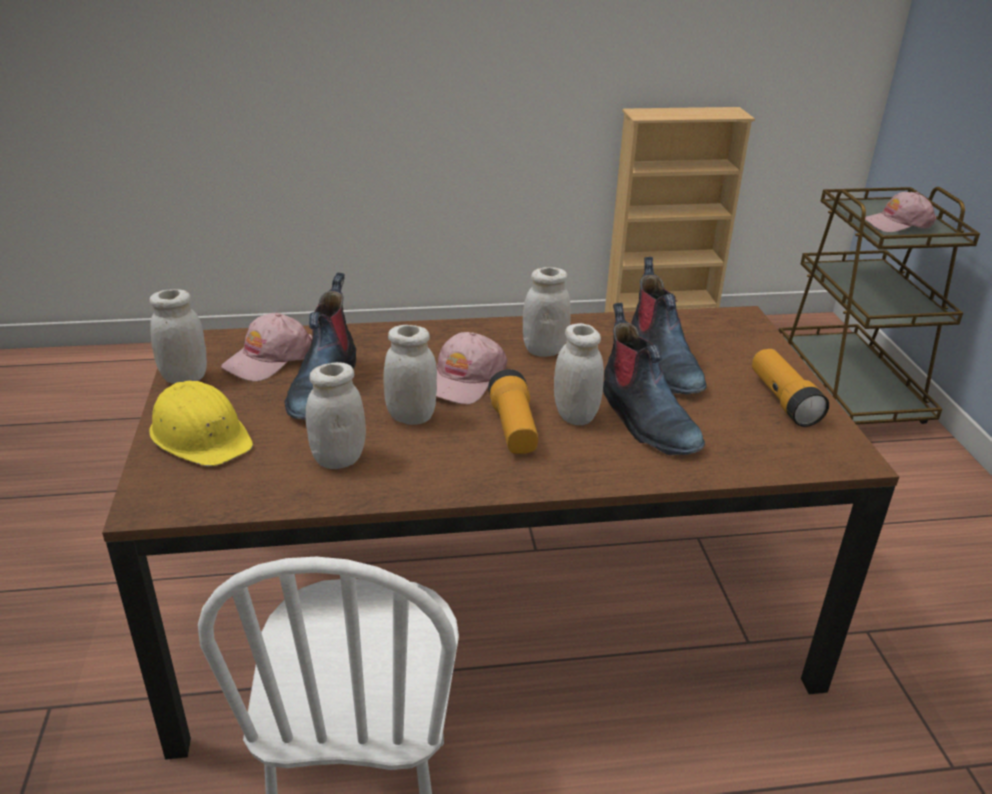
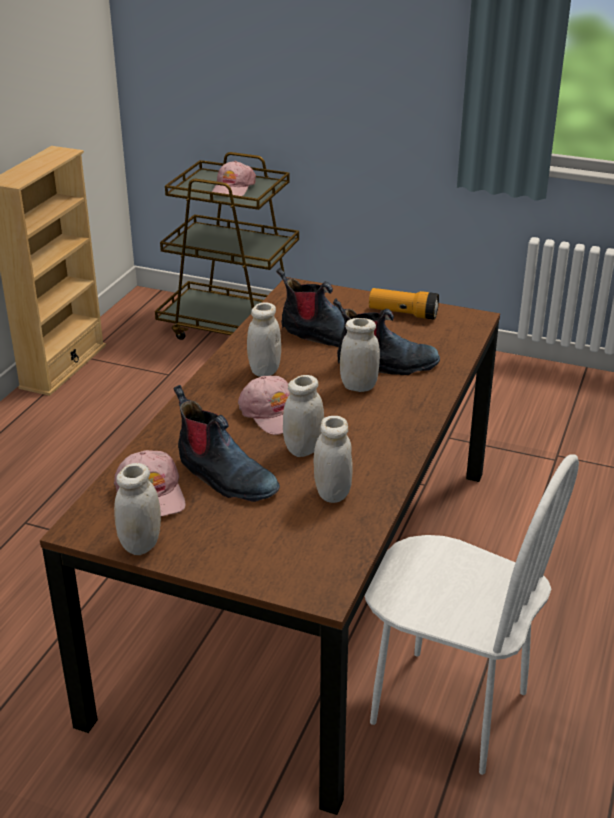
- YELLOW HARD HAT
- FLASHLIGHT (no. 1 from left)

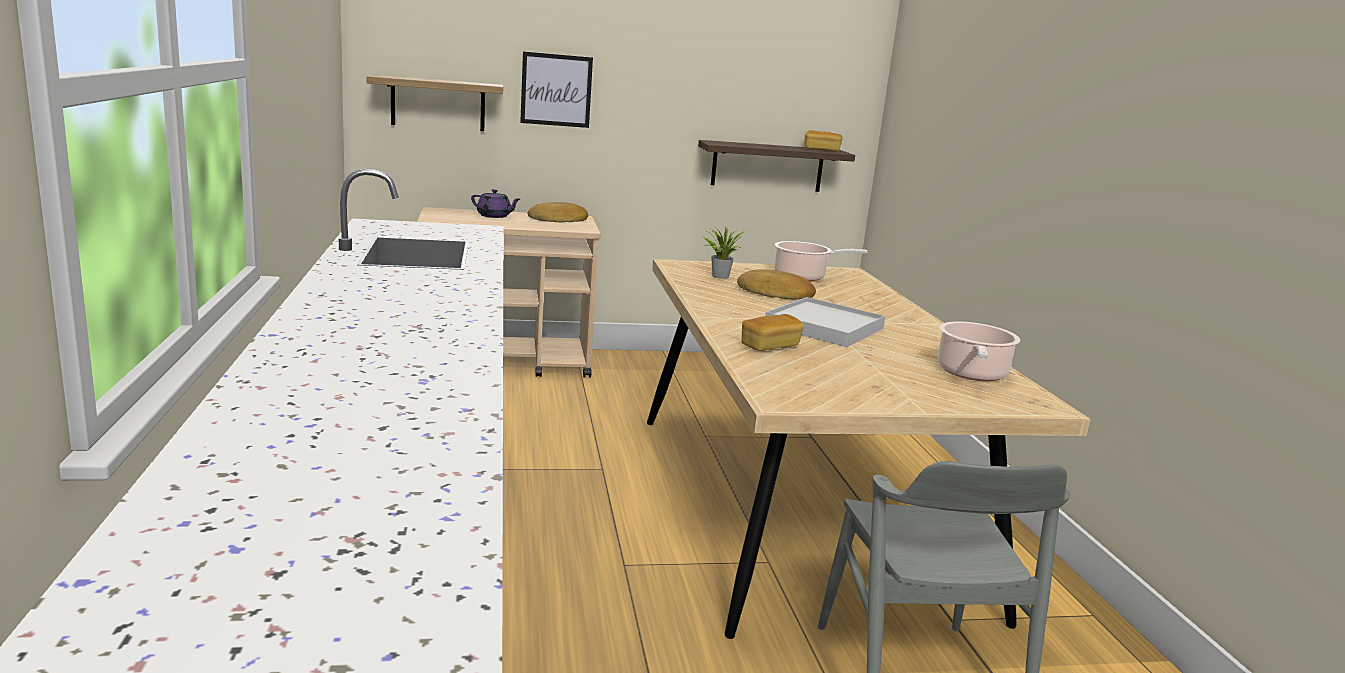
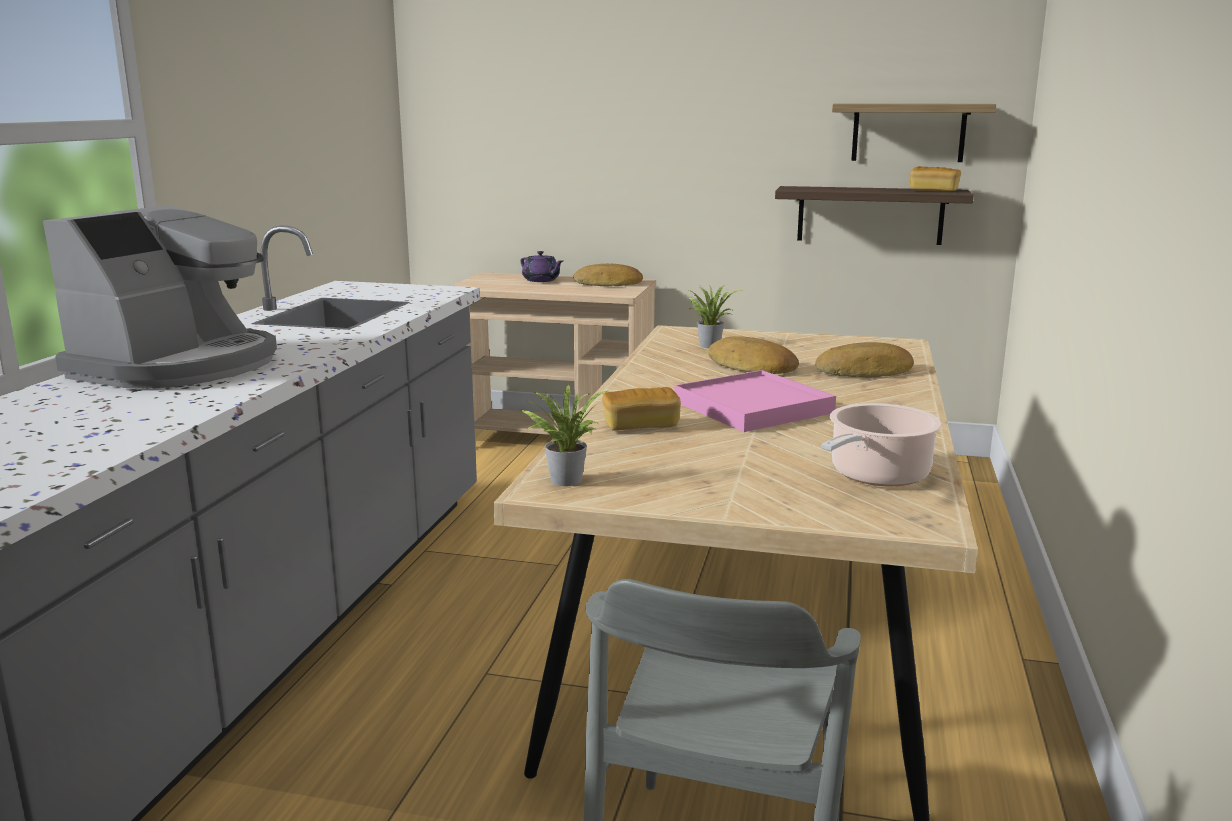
~ SHELF (no. 1 from left in the first image) to SHELF (no. 2 from left)
- PICTURE
~ WHITE TRAY to PINK TRAY
- COOKING POT (no. 1 from left)
+ COFFEE MACHINE
+ POTTED PLANT (no. 1 from left)
+ BREAD (no. 4 from left)

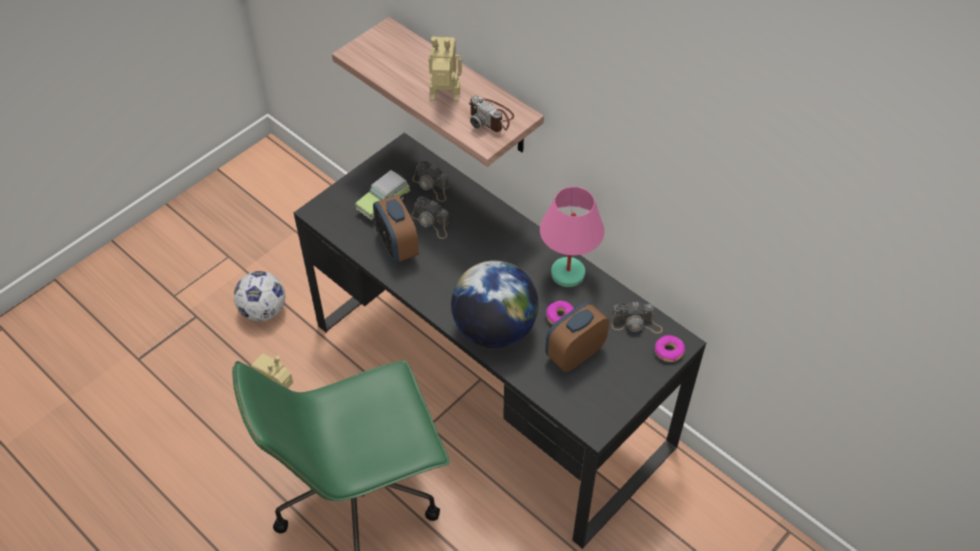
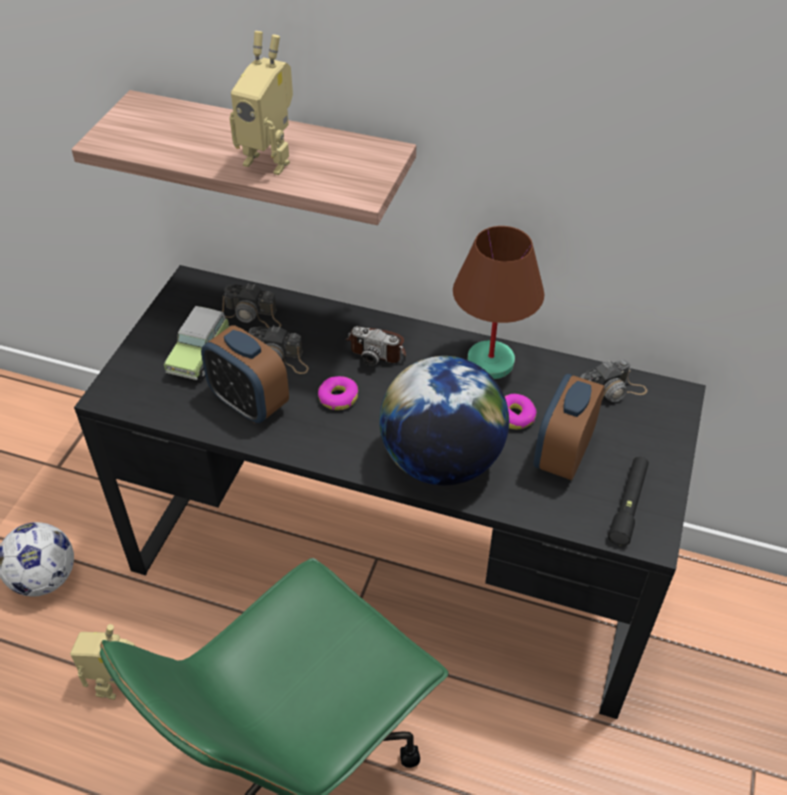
~ TOY ROBOT (no. 2 from left) 135 degrees counterclockwise
~ PHOTO CAMERA (no. 3 from left)
~ PINK TABLE LAMP to BROWN TABLE LAMP
~ DONUT (no. 2 from left in the first image) to DONUT (no. 1 from left)
+ BLACK FLASHLIGHT

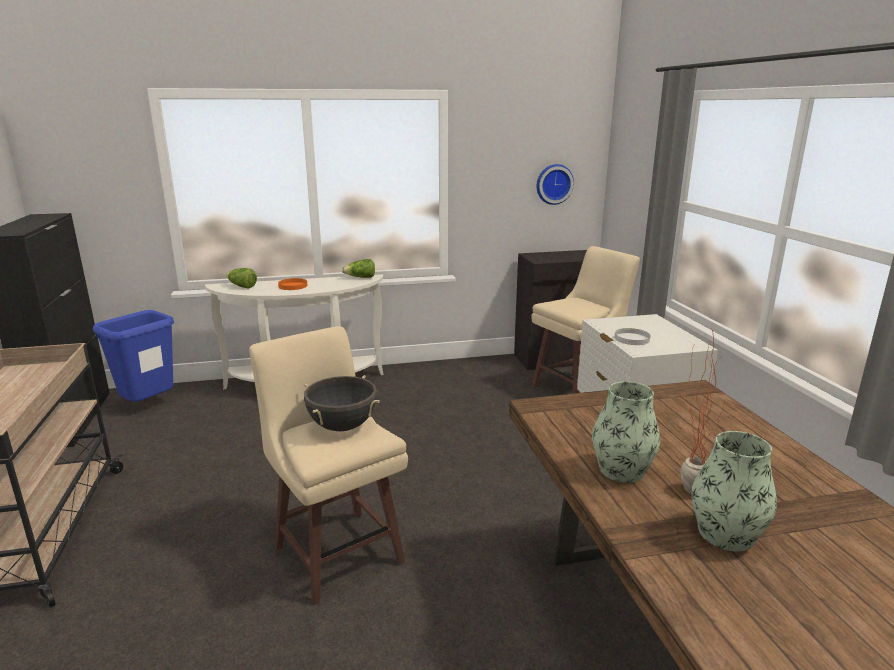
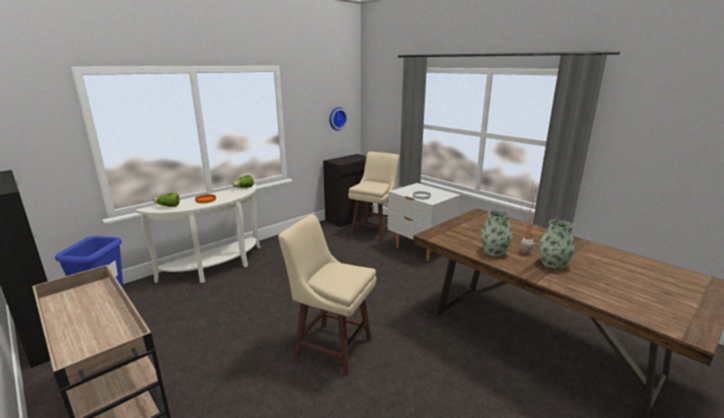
- BLACK COOKING POT

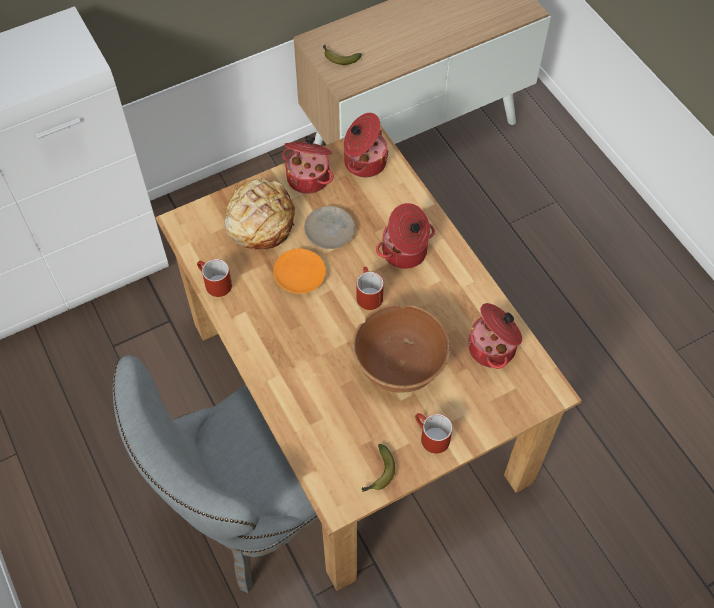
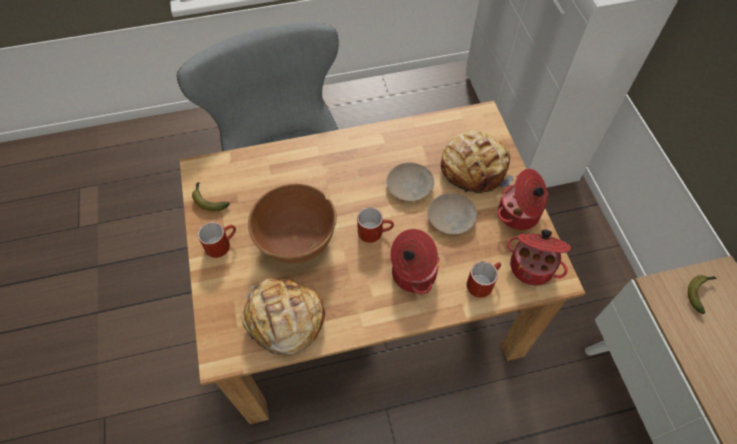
~ RED MUG (no. 1 from left in the first image) to RED MUG (no. 3 from left)
~ ORANGE PLATE to BEIGE PLATE (no. 1 from left)
~ COOKING POT (no. 4 from left) to BREAD (no. 1 from left)

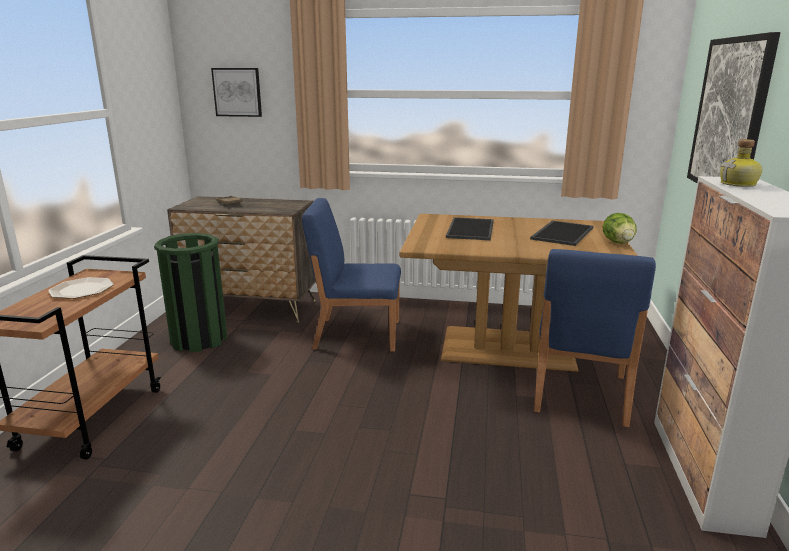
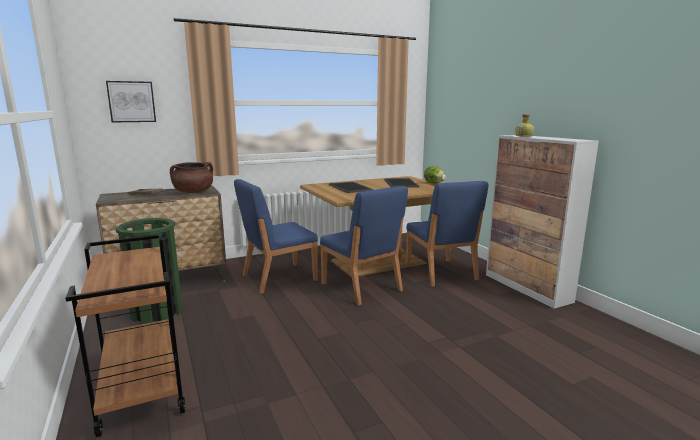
- PLATE
- PICTURE (no. 2 from left)
+ BROWN COOKING POT
+ BLUE CHAIR (no. 2 from left)

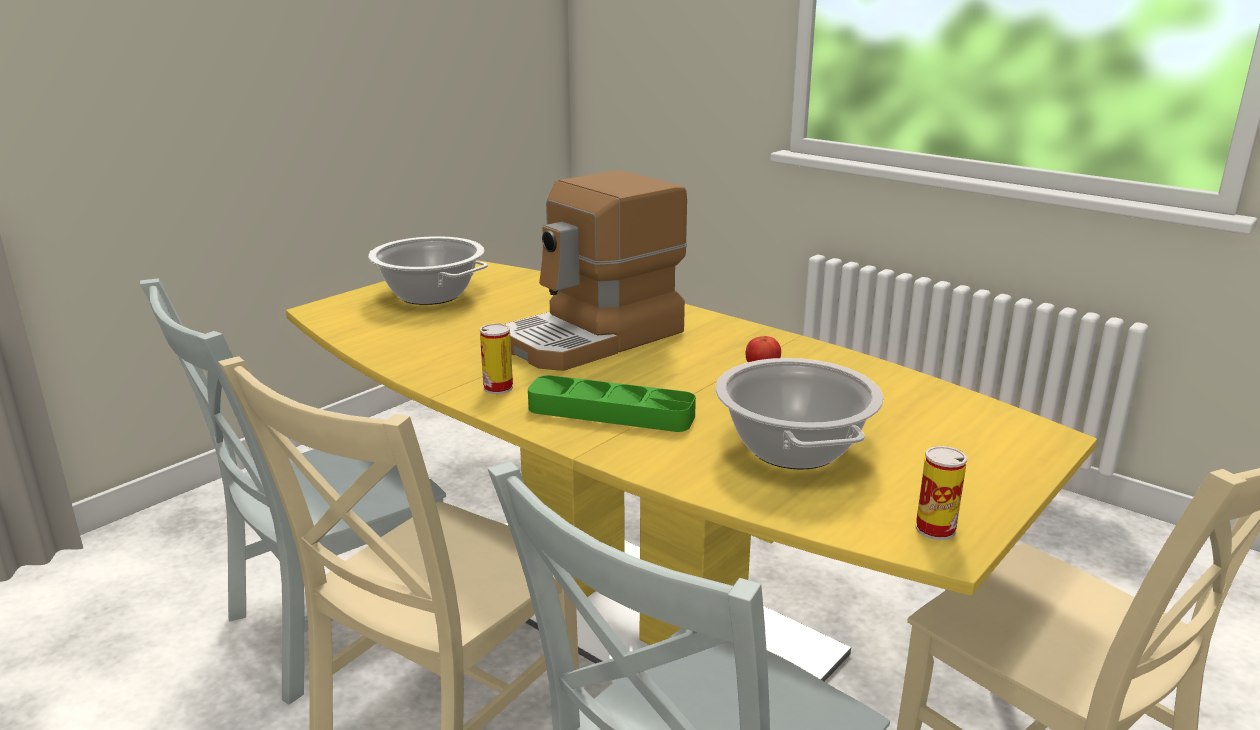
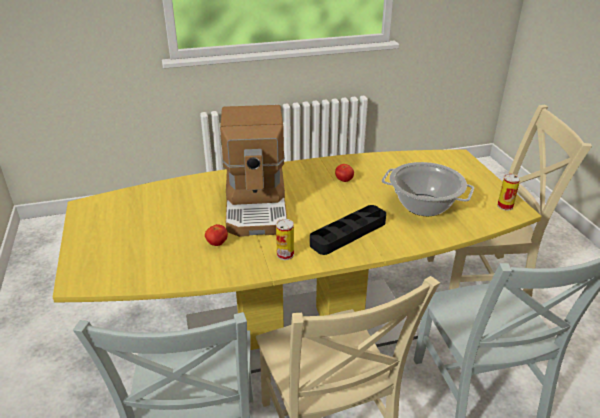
- COOKING POT (no. 1 from left)
~ GREEN TRAY to BLACK TRAY
+ TOMATO (no. 1 from left)

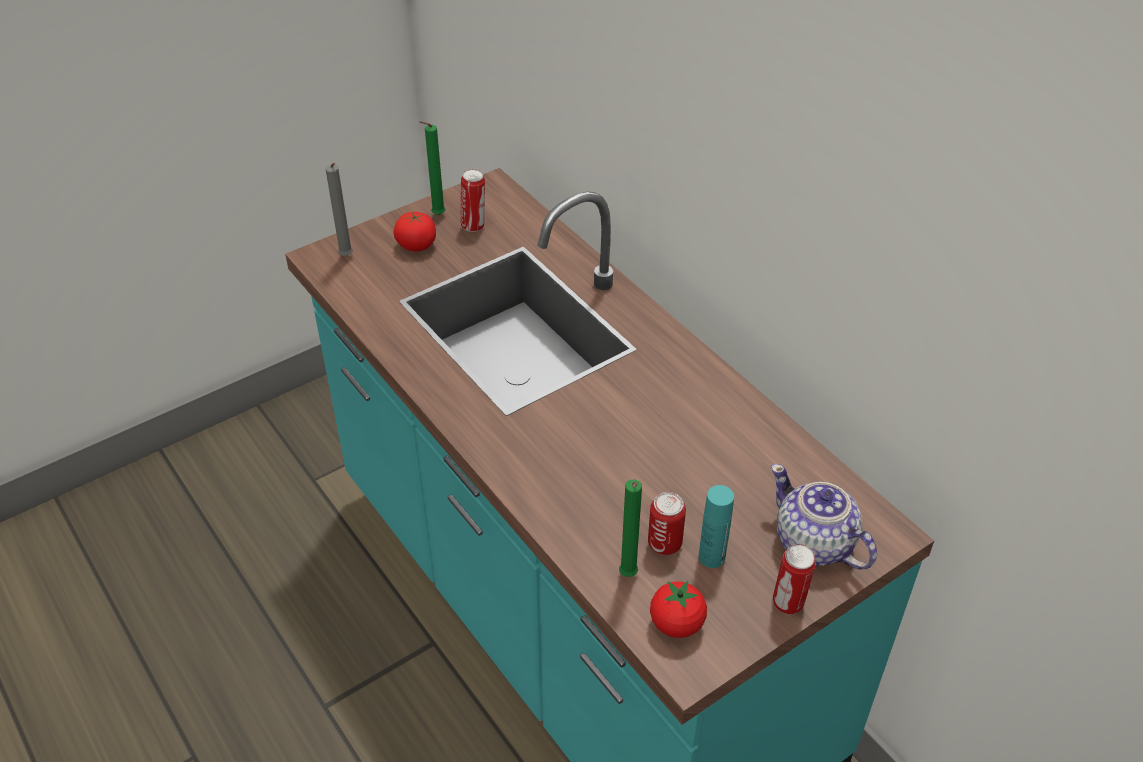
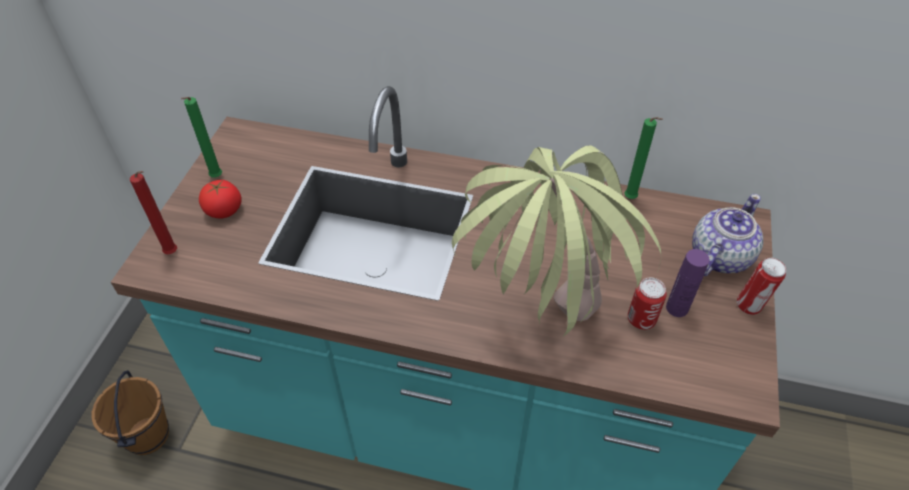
~ GREY CANDLE to RED CANDLE
- CAN (no. 1 from left)
~ GREEN CANDLE (no. 2 from left)
- TOMATO (no. 2 from left)
~ TURQUOISE BOTTLE to PURPLE BOTTLE
~ TEAPOT 120 degrees clockwise
+ BROWN BUCKET
+ POTTED PLANT

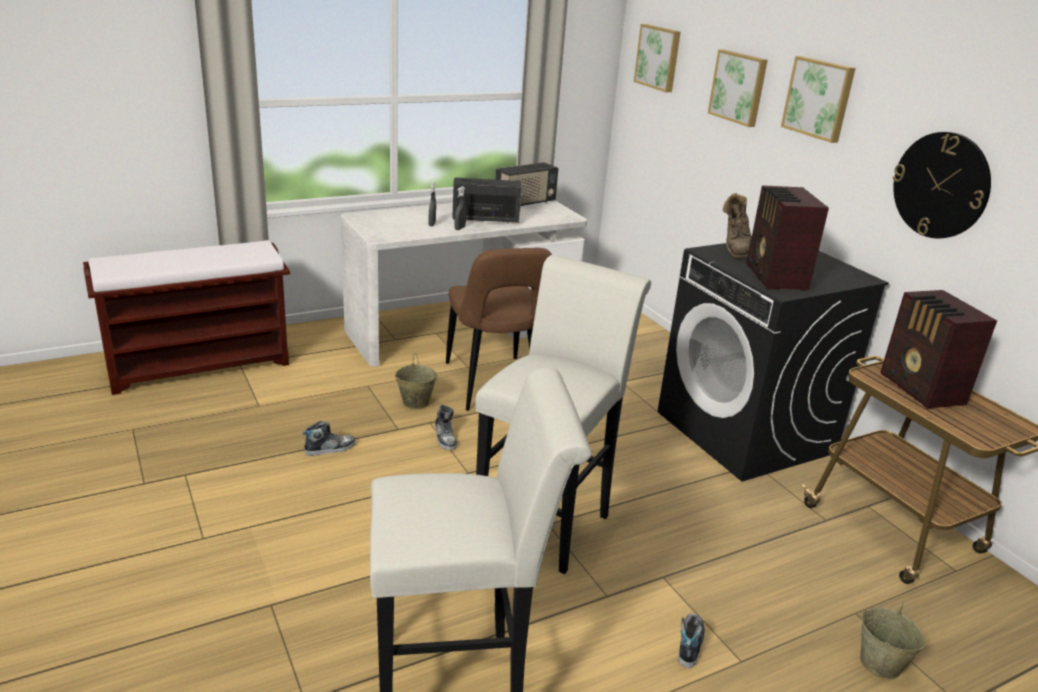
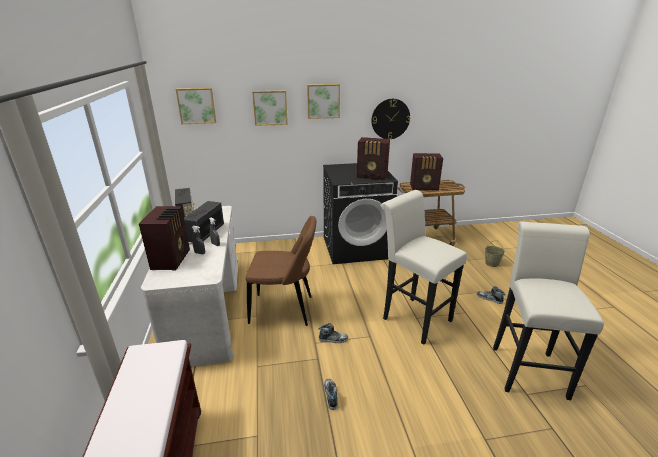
- BEIGE BUCKET (no. 1 from left)
- BROWN BOOT
+ RADIO (no. 1 from left)

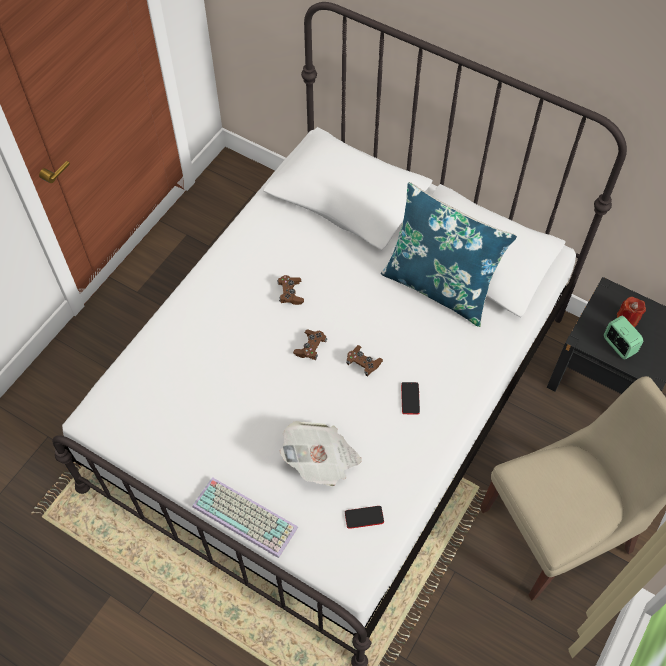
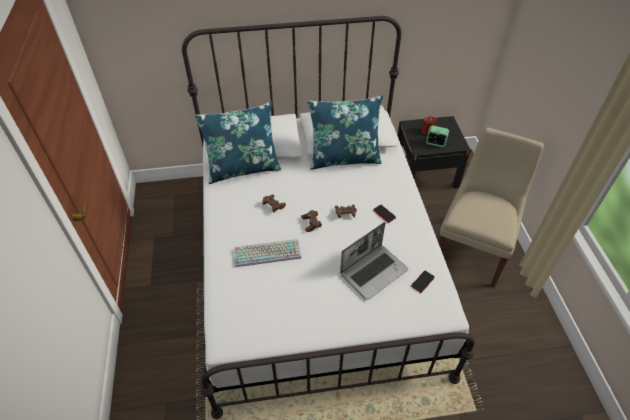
~ KEYBOARD
~ NEWSPAPER to LAPTOP
+ BLUE PILLOW (no. 1 from left)

